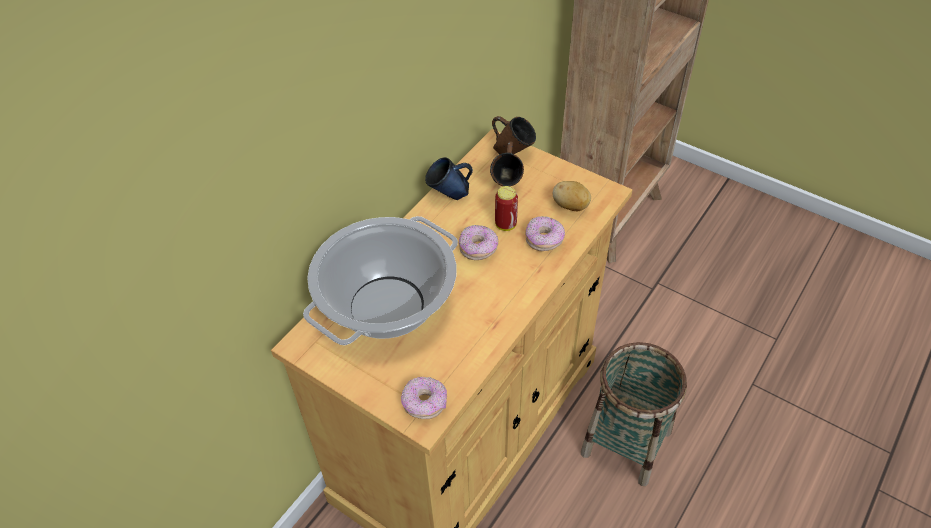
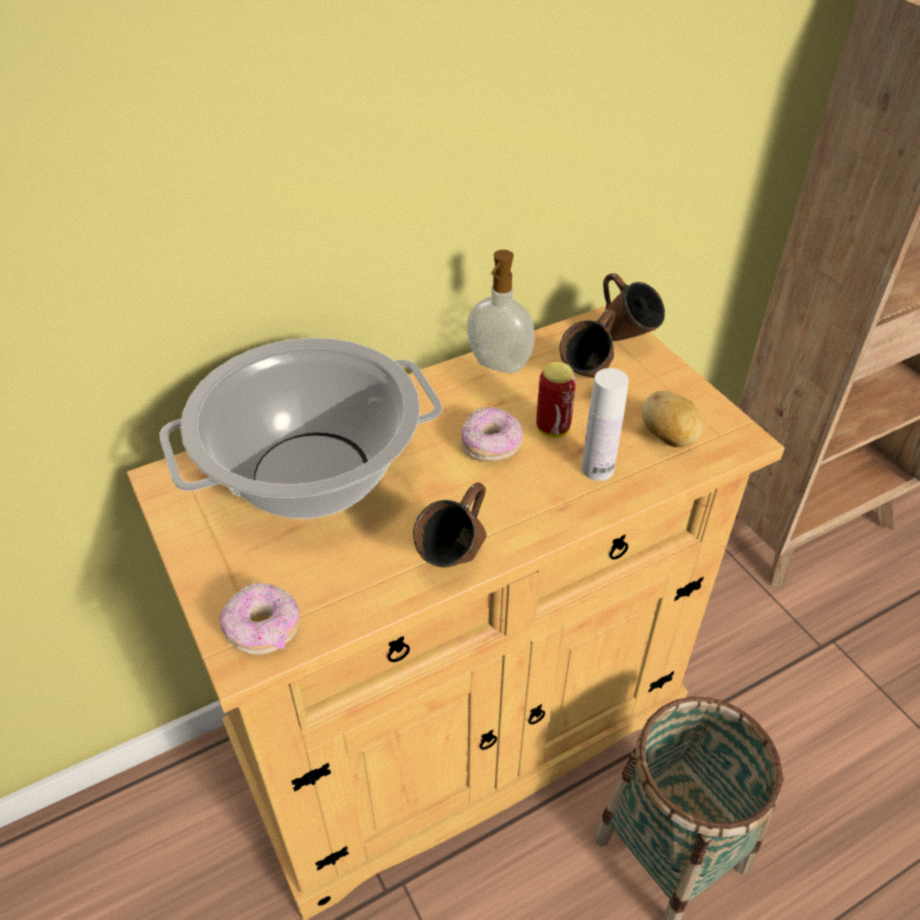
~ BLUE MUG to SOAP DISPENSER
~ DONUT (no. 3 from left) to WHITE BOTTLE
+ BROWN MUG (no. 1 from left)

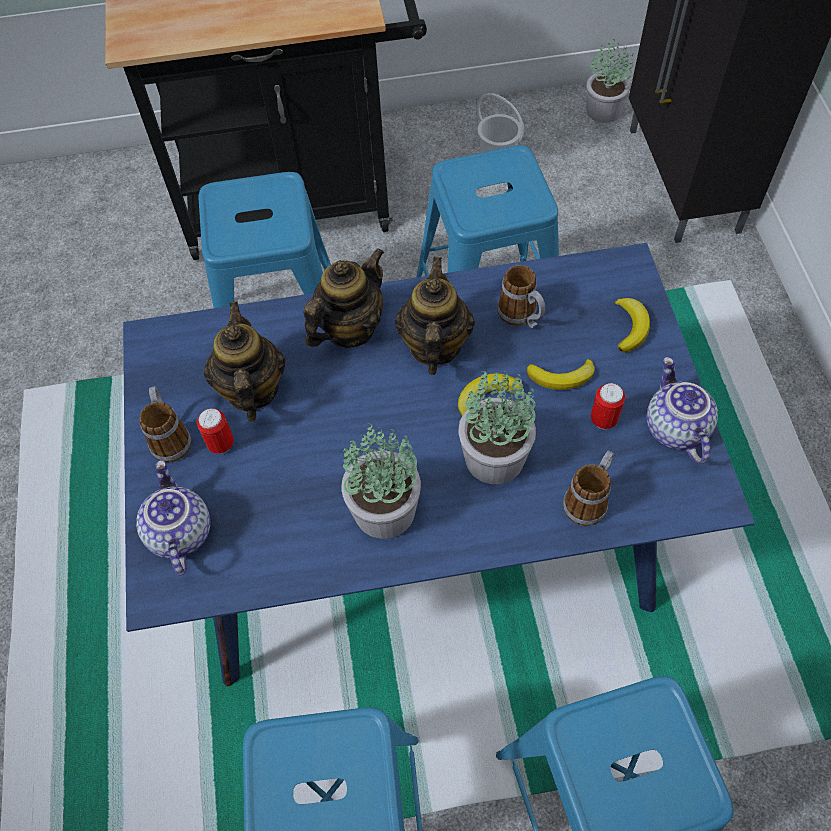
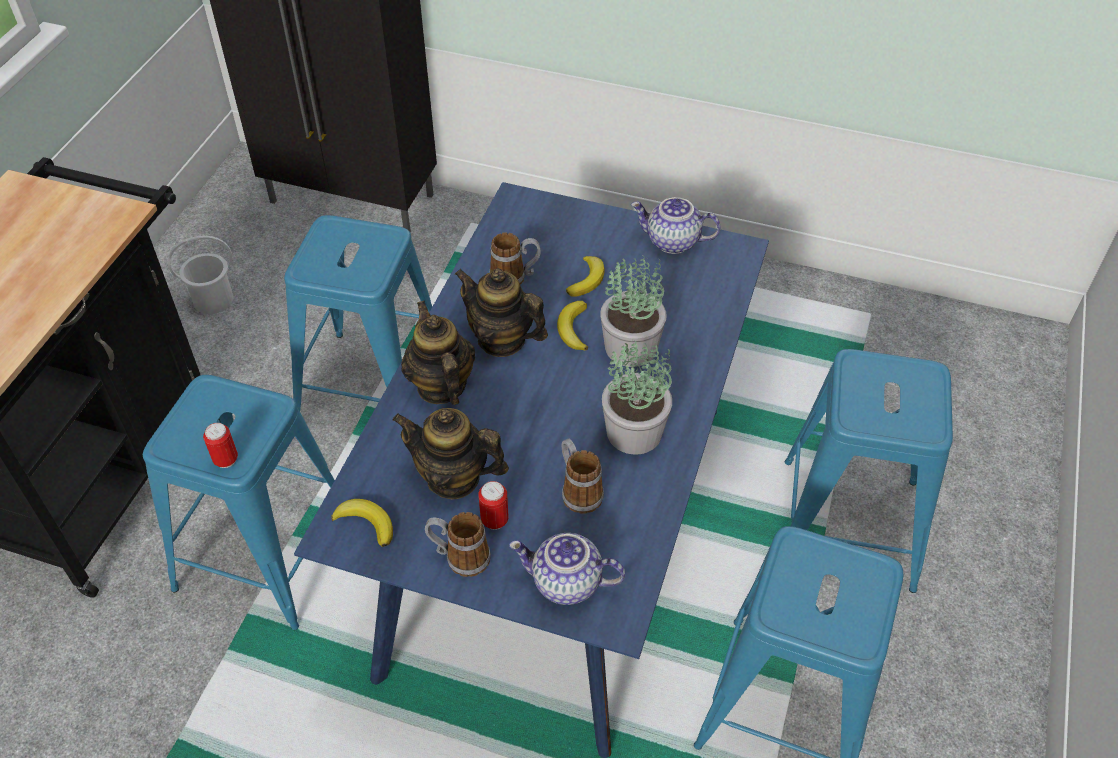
~ MUG (no. 3 from left)
- POTTED PLANT (no. 3 from left)
~ CAN (no. 2 from left in the first image) to CAN (no. 1 from left)
~ BANANA (no. 3 from left in the first image) to BANANA (no. 1 from left)

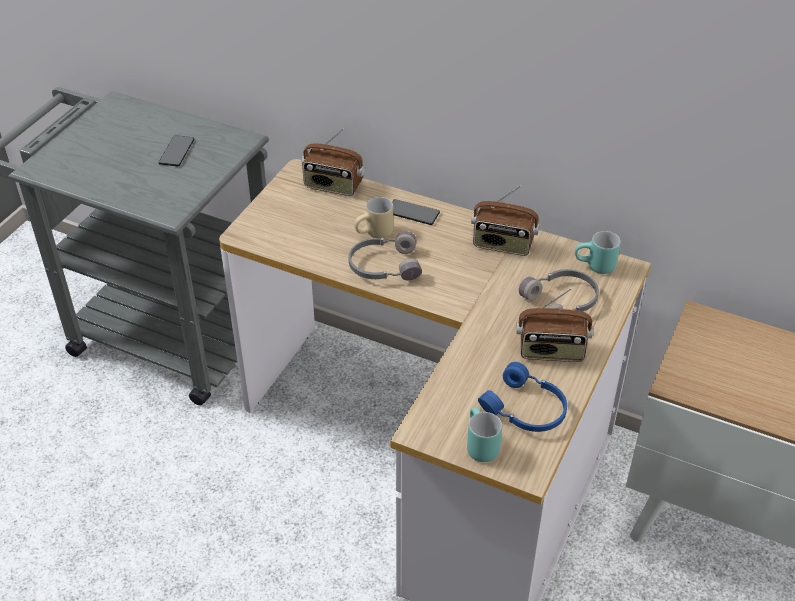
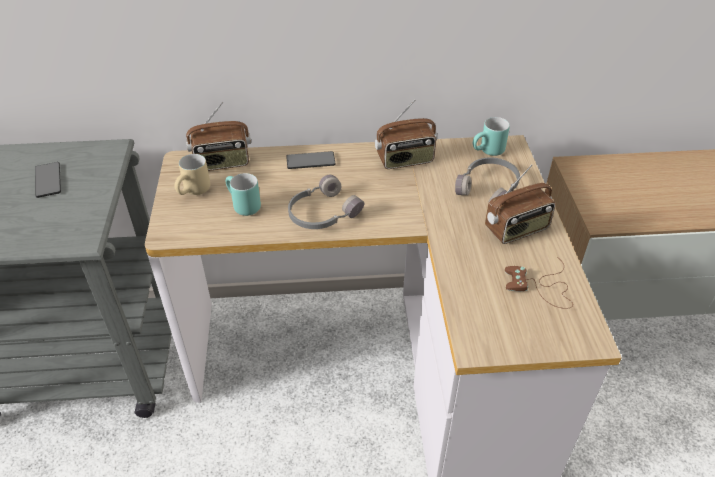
~ BEIGE MUG
~ TURQUOISE MUG (no. 1 from left)
~ BLUE HEADPHONES to BROWN GAME CONTROLLER

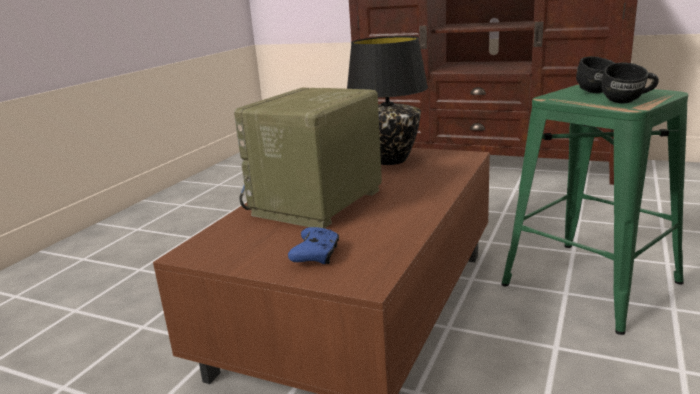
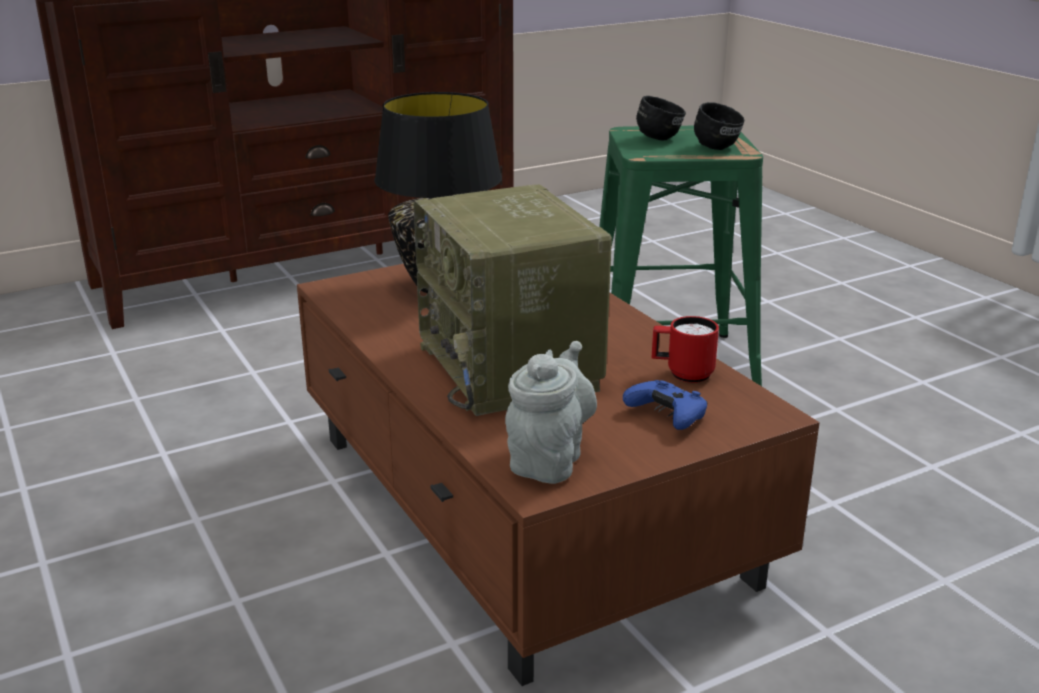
+ GREY TEAPOT
+ RED MUG

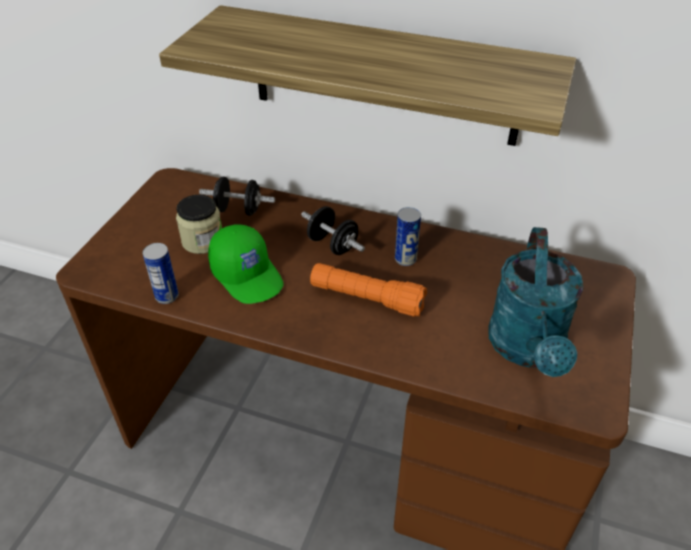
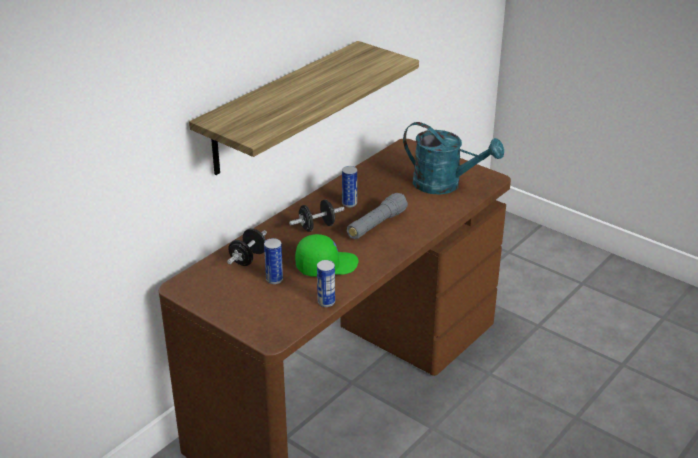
~ JAR to CAN (no. 1 from left)
~ ORANGE FLASHLIGHT to GREY FLASHLIGHT

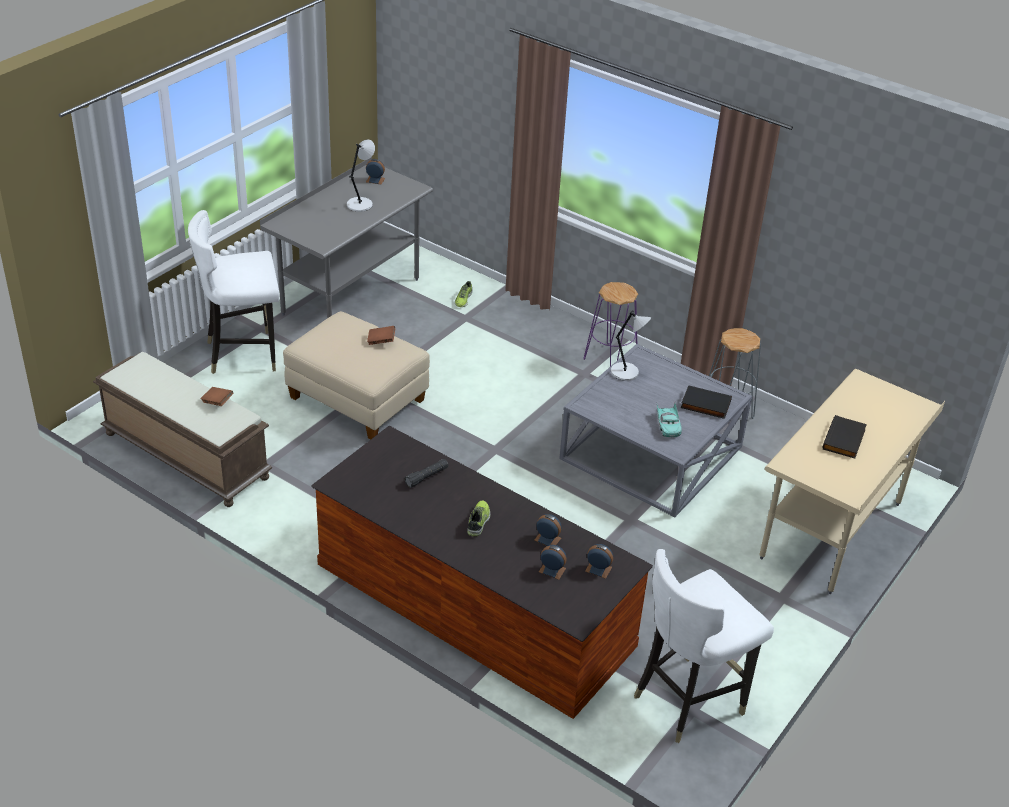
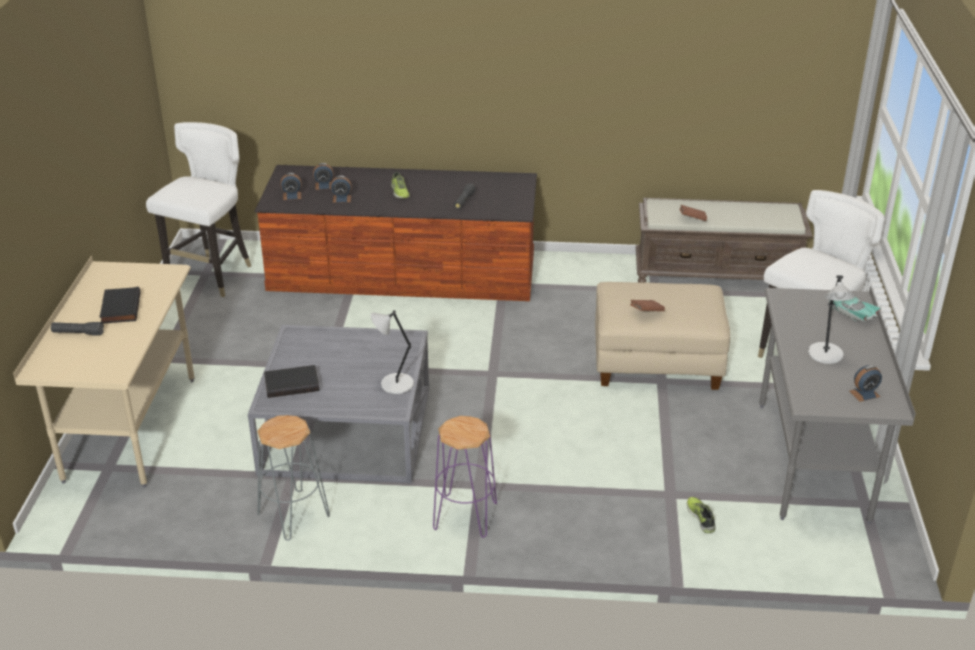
~ TURQUOISE TOY CAR
+ BLACK FLASHLIGHT (no. 1 from left)

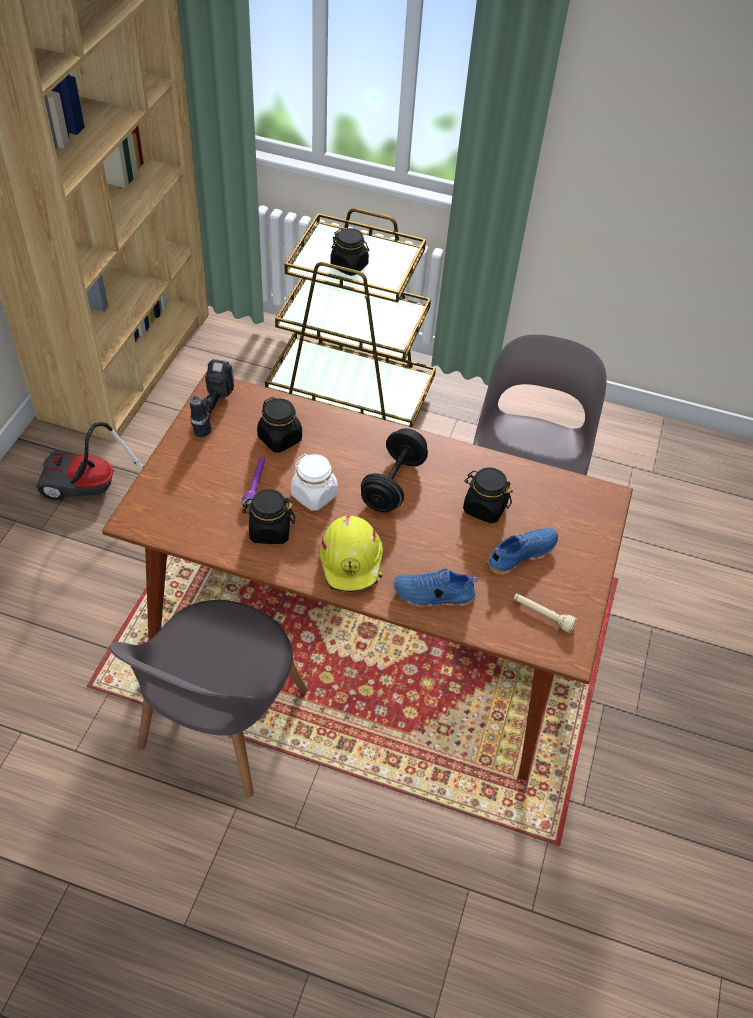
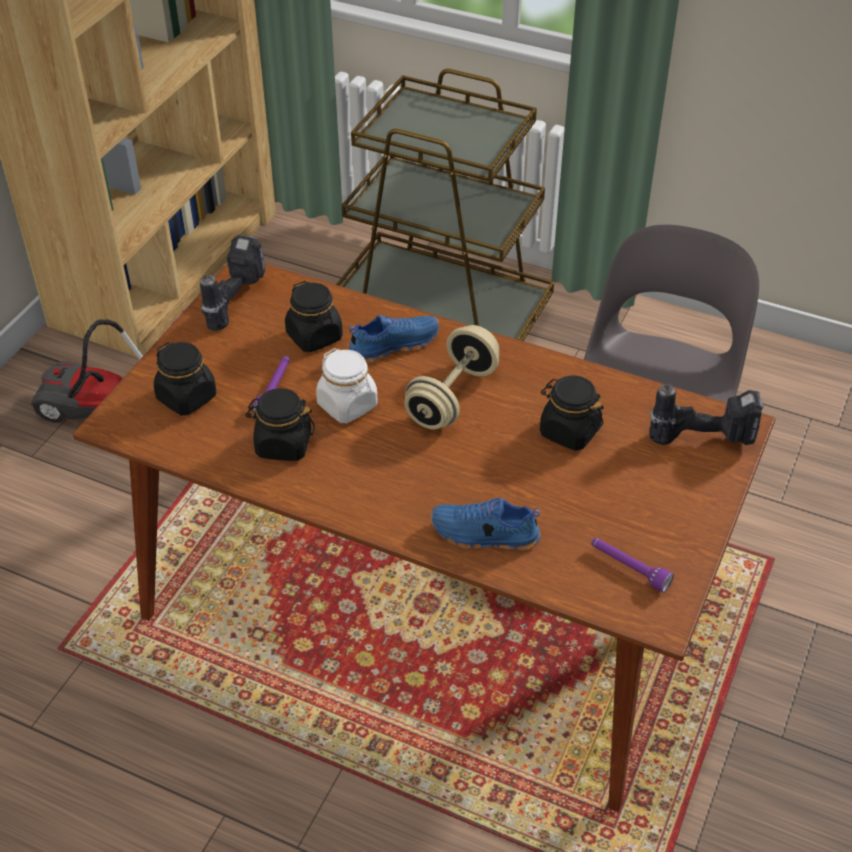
- GREY CHAIR (no. 1 from left)
- YELLOW HARD HAT
~ BLACK JAR (no. 3 from left in the first image) to BLACK JAR (no. 1 from left)
~ BLACK DUMBBELL to BEIGE DUMBBELL
~ BLUE SHOE (no. 2 from left in the first image) to BLUE SHOE (no. 1 from left)
~ BEIGE FLASHLIGHT to PURPLE FLASHLIGHT (no. 2 from left)
+ POWER DRILL (no. 2 from left)

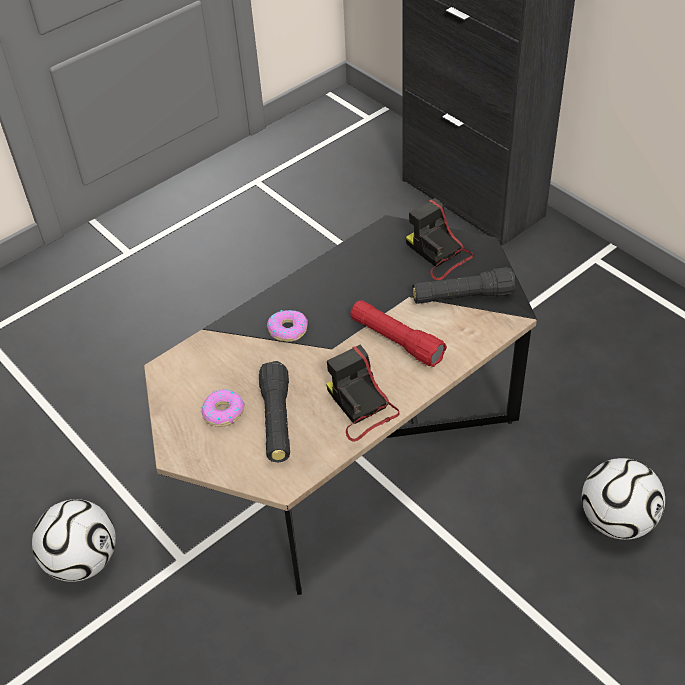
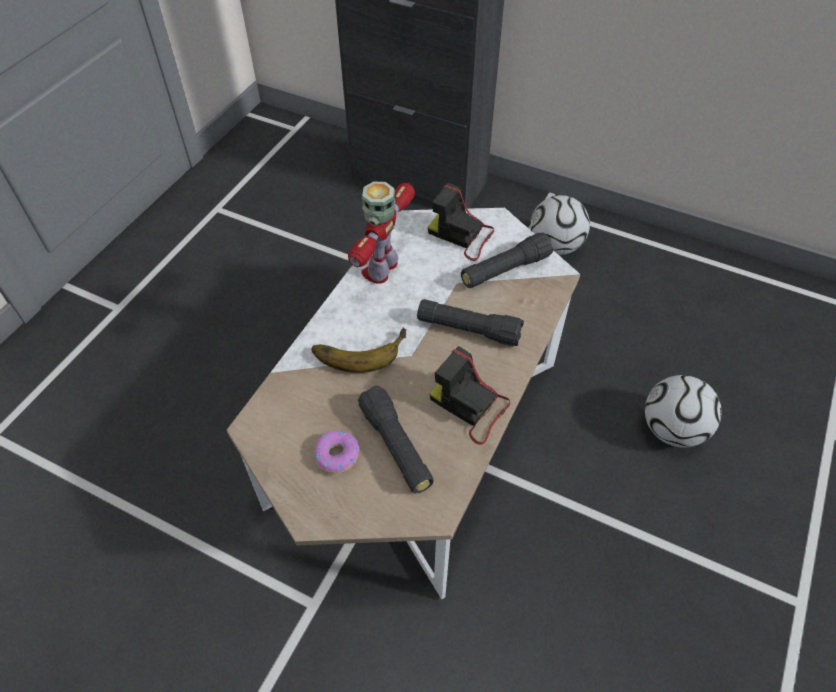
~ FOOTBALL (no. 1 from left)
~ BLACK COFFEE TABLE to WHITE COFFEE TABLE
~ DONUT (no. 2 from left) to BANANA
~ RED FLASHLIGHT to BLACK FLASHLIGHT (no. 2 from left)
+ TOY ROBOT

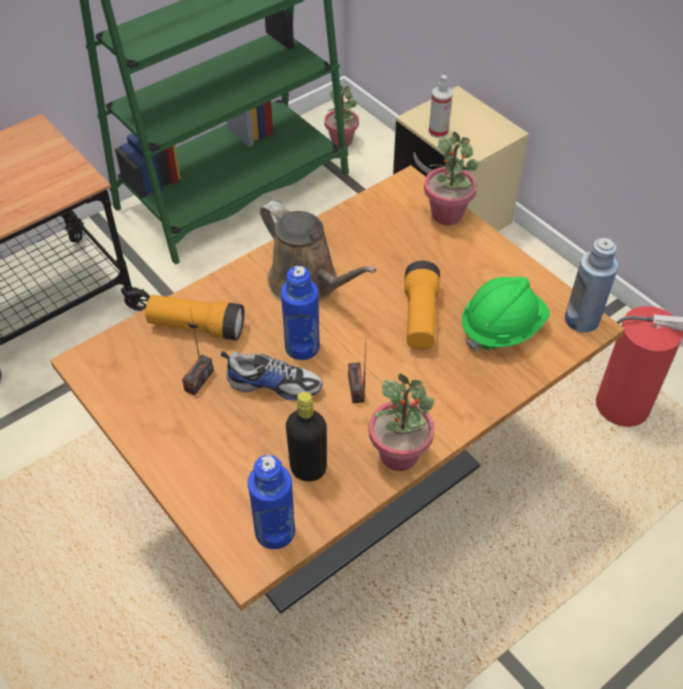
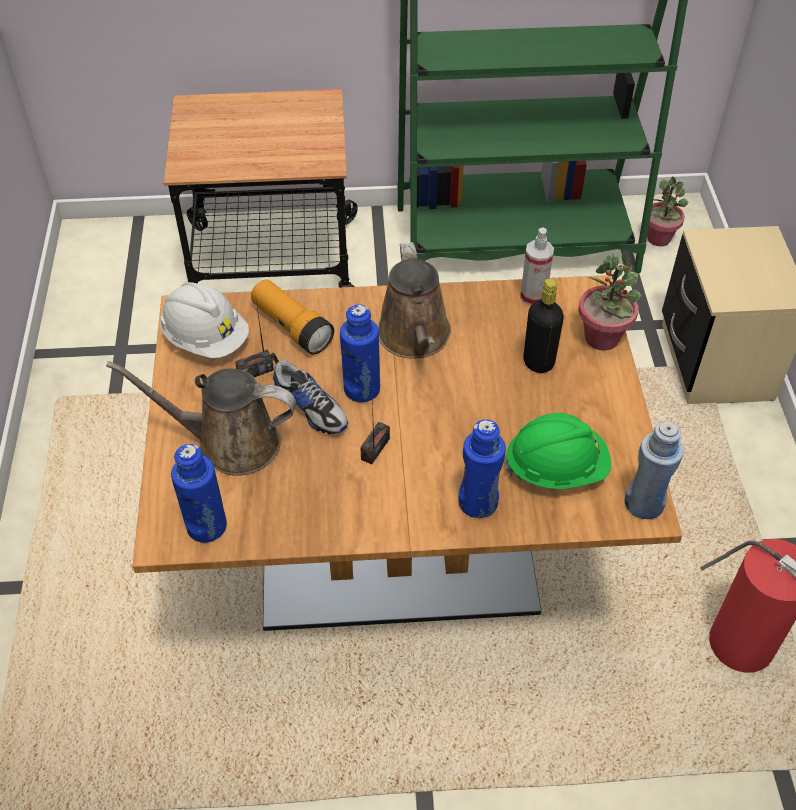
~ BLACK BOTTLE
- POTTED PLANT (no. 2 from left)
- FLASHLIGHT (no. 2 from left)
~ SPRAY BOTTLE
+ BROWN WATERING CAN (no. 1 from left)
+ WHITE HARD HAT
+ BLUE BOTTLE (no. 3 from left)

